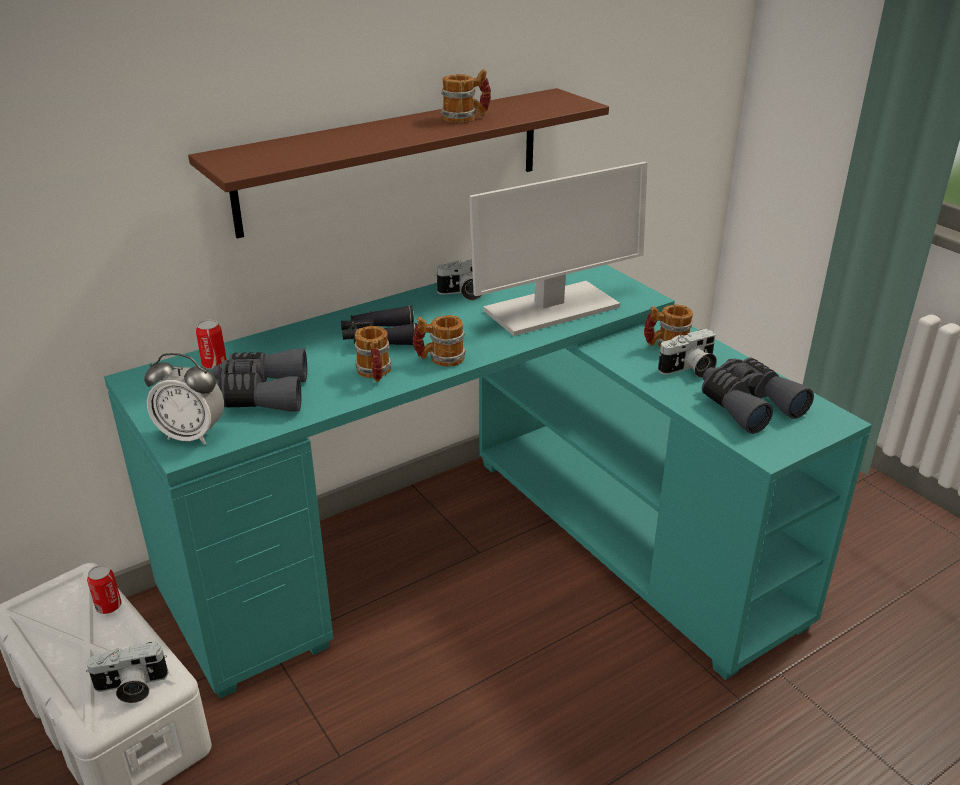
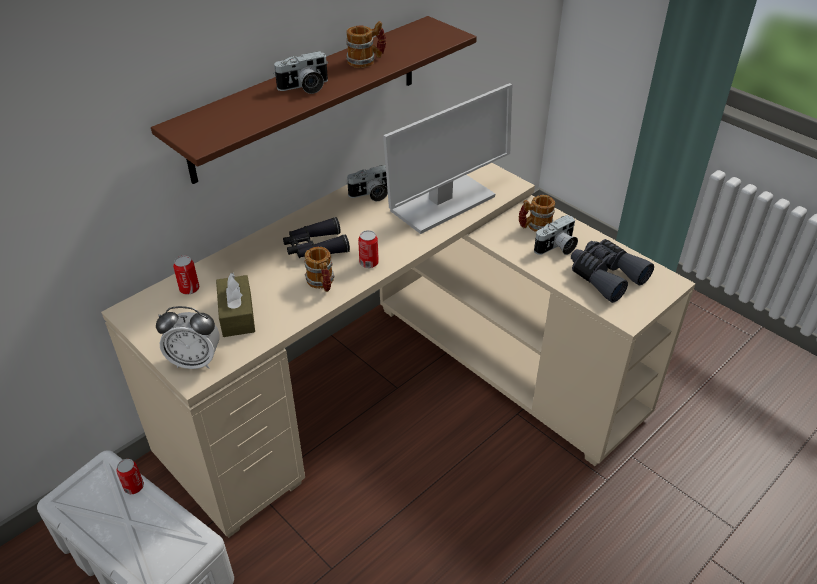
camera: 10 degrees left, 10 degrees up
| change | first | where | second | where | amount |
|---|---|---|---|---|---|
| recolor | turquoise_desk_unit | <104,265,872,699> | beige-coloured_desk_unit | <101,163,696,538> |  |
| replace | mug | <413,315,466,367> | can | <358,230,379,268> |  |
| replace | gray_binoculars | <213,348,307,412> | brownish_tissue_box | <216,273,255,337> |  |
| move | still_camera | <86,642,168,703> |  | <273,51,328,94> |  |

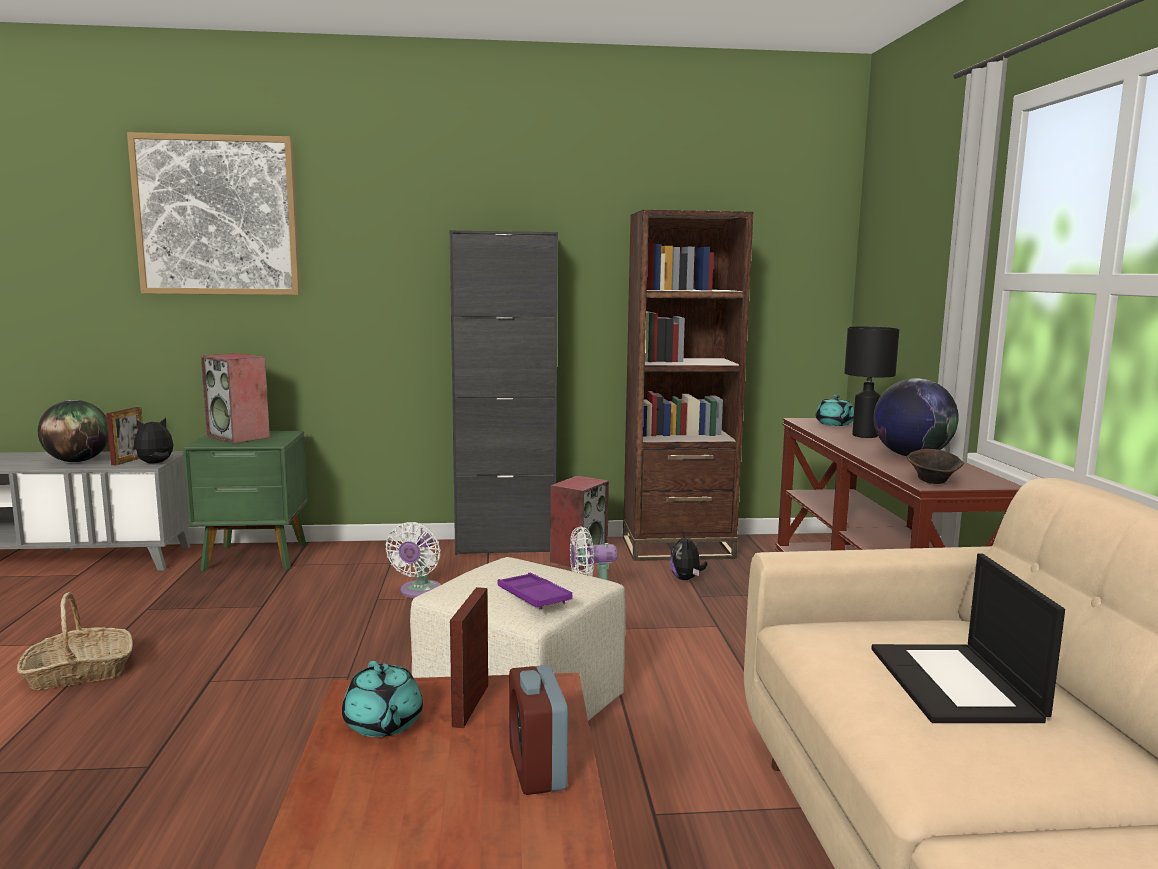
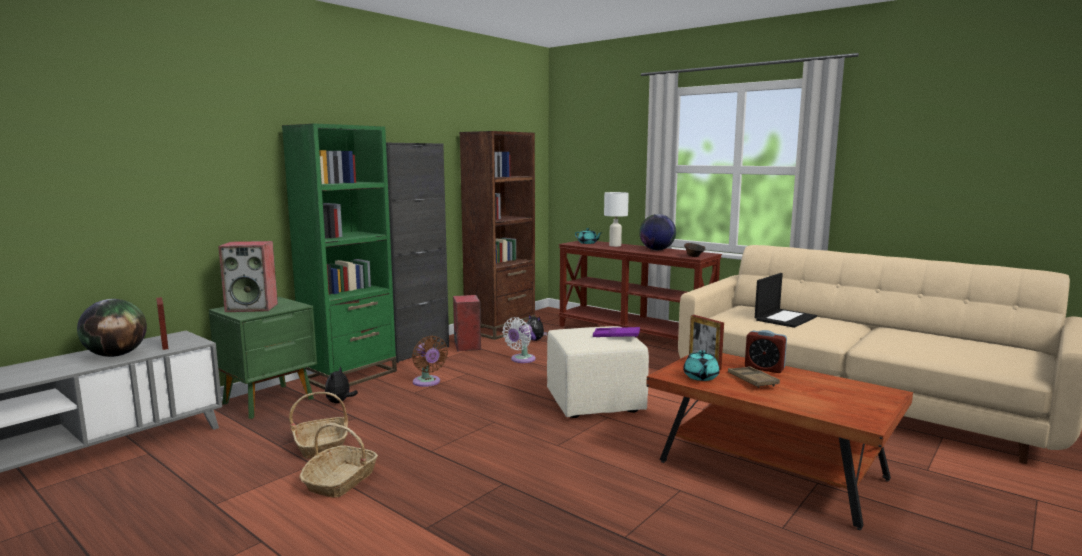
camera: 45 degrees left, 0 degrees up
| change | first | where | second | where | amount |
|---|---|---|---|---|---|
| delete | wall_art | <127,132,300,295> |  |  |  |
| recolor | black_lamp_for_a_table | <844,327,899,438> | whitish_lamp_for_a_table | <604,192,629,247> |  |
| move | plush_toy | <132,417,173,463> |  | <325,366,358,403> |  |
| recolor | whitish_fan | <385,522,441,598> | brownish_fan | <412,336,448,387> |  |
| rotate | notebook_computer | <871,553,1065,723> |  | <755,273,817,328> | 90 degrees counterclockwise |
| rotate | turquoise_teapot | <342,661,423,737> |  | <683,350,720,381> | 75 degrees clockwise |
| insert |  |  | greenish_bookshelf | <282,124,397,390> |  |
| insert |  |  | brownish_tray | <728,366,780,388> |  |
| insert |  |  | basket | <289,392,348,459> |  |

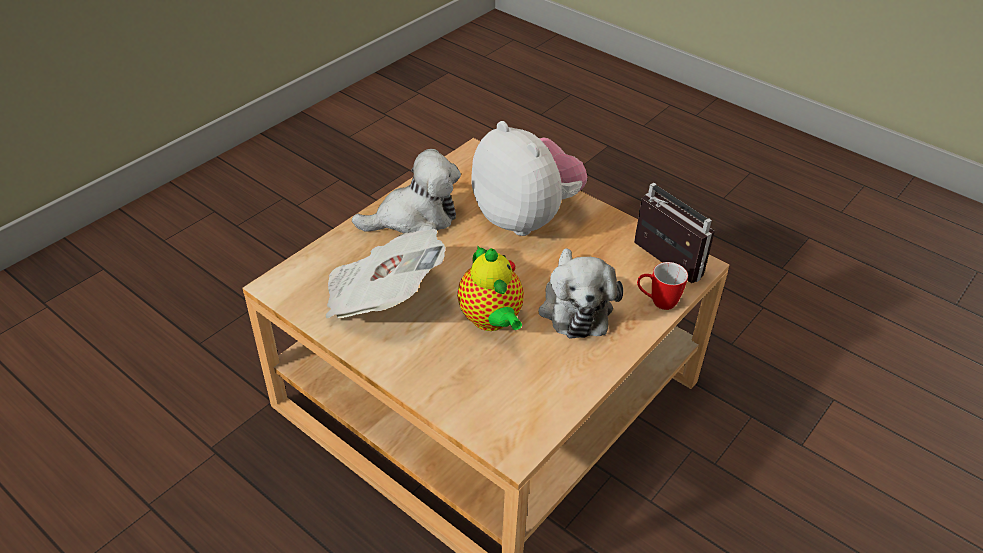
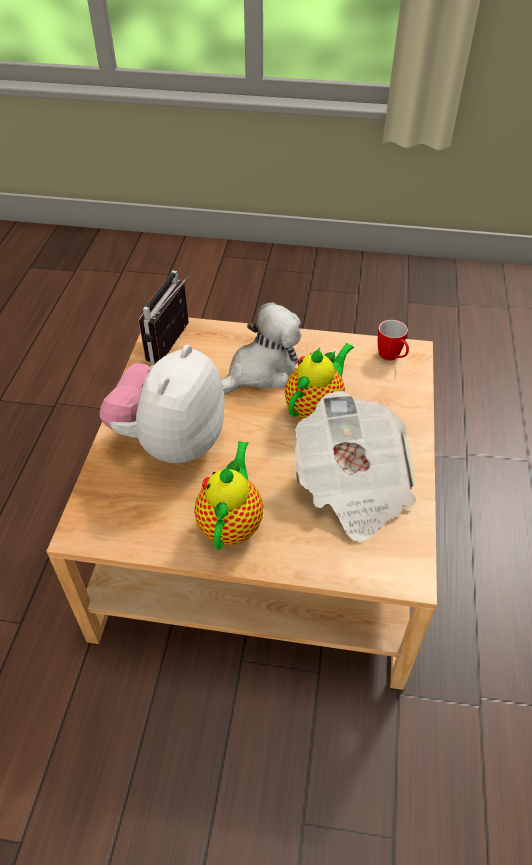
camera: 120 degrees left, 5 degrees up
| change | first | where | second | where | amount |
|---|---|---|---|---|---|
| replace | plush_toy | <352,149,461,233> | teapot | <194,441,263,550> |  |
| move | mug | <637,262,688,310> |  | <378,320,409,360> |  |

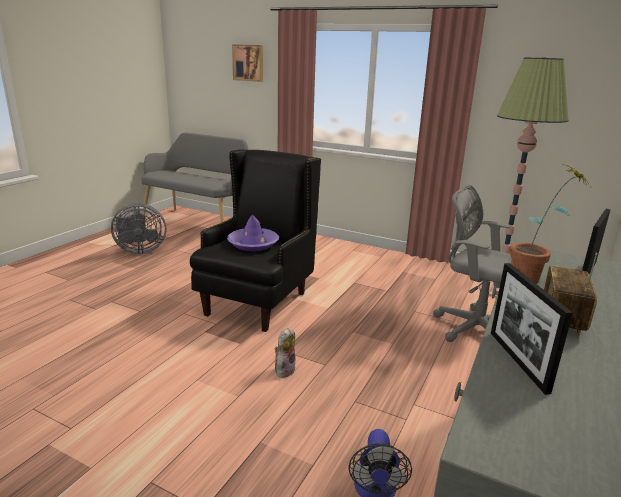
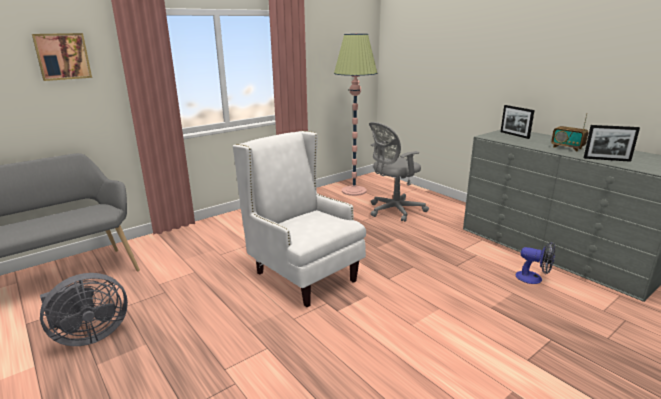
camera: 65 degrees left, 0 degrees up
| change | first | where | second | where | amount |
|---|---|---|---|---|---|
| recolor | black_easy_chair | <190,149,321,332> | whitish_easy_chair | <233,131,366,307> |  |
| delete | potted_plant | <509,164,589,284> |  |  |  |
| rotate | gray_fan | <111,203,166,254> |  | <40,273,128,346> | 45 degrees clockwise |
| delete | purple-coloured_wearable_hat | <227,215,279,251> |  |  |  |
| delete | plush_toy | <275,328,296,378> |  |  |  |

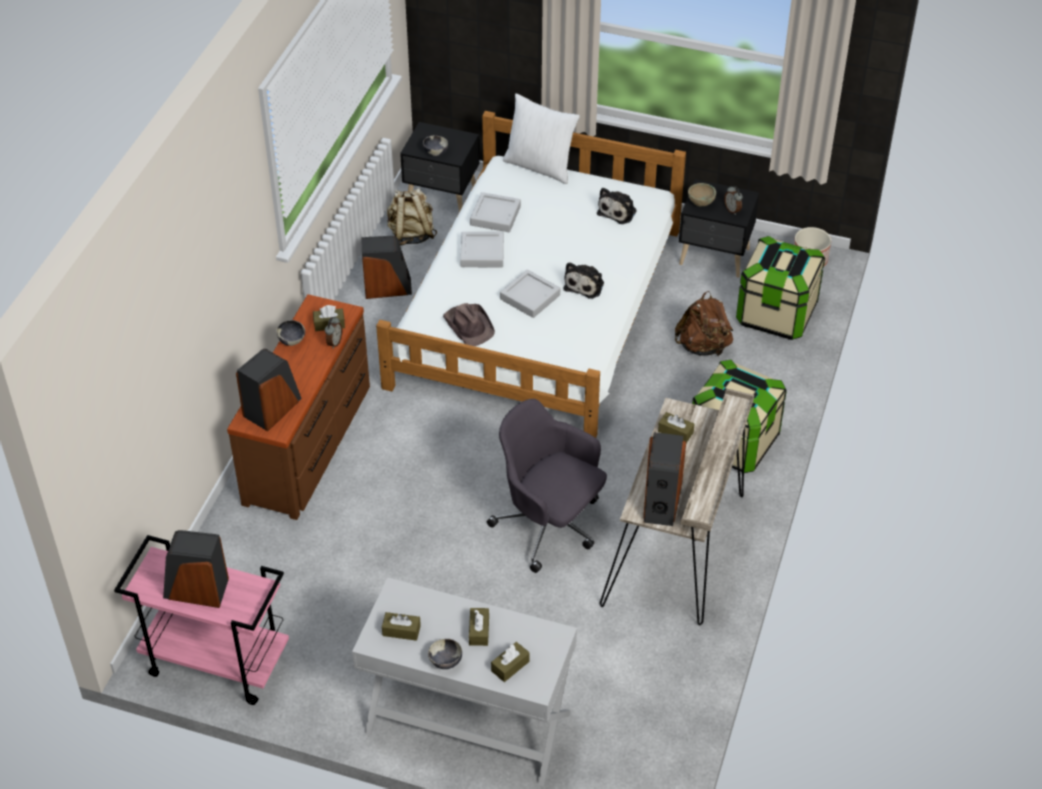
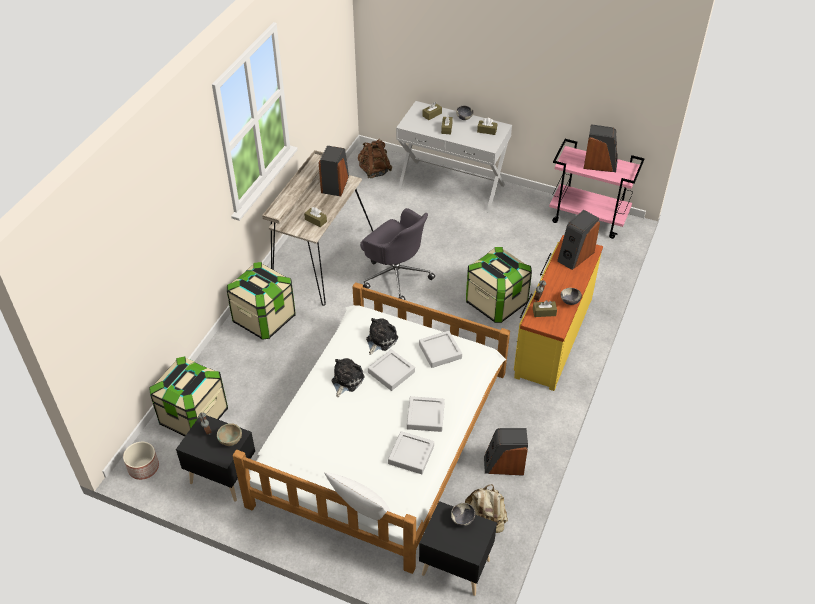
camera: 175 degrees left, 0 degrees up
| change | first | where | second | where | amount |
|---|---|---|---|---|---|
| move | plush_toy | <597,188,637,224> |  | <366,318,398,355> |  |
| move | brownish_knapsack | <675,291,733,356> |  | <358,139,393,178> |  |
| recolor | brownish_dresser | <227,294,370,520> | yellow-coloured_dresser | <514,235,603,391> |  |
| replace | brownish_wearable_hat | <443,303,495,346> | gray_tray | <419,331,462,368> |  |
| insert |  |  | storage_container | <466,247,532,323> |  |

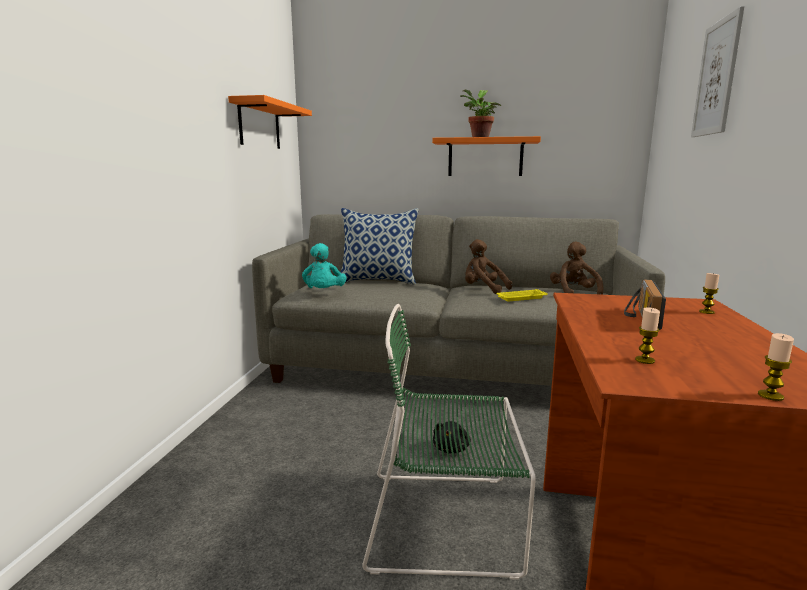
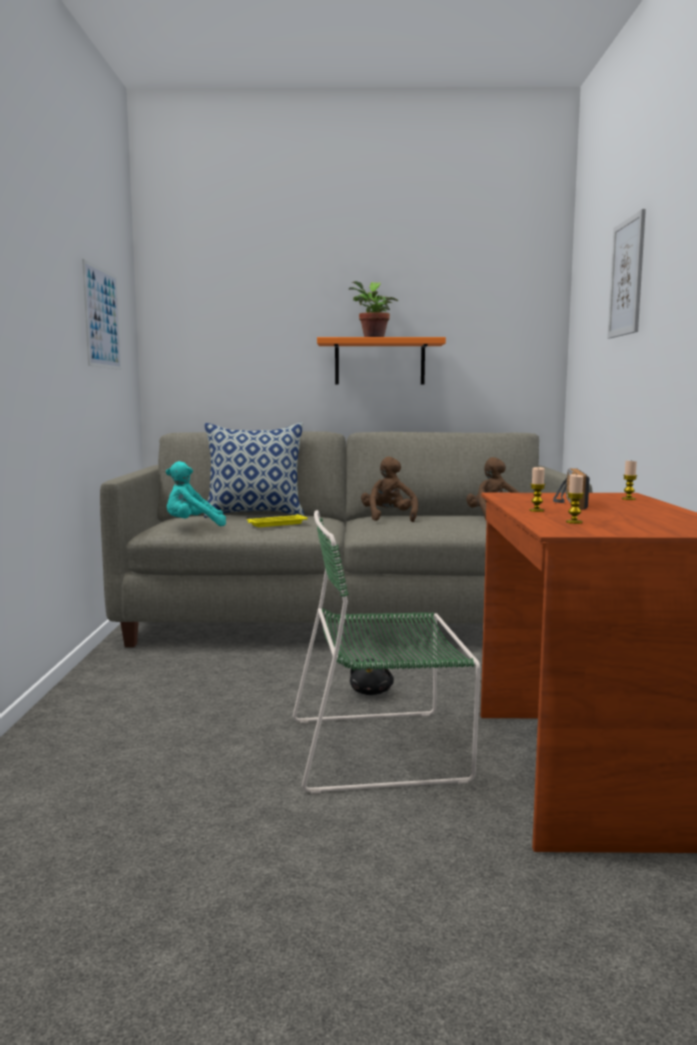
camera: 10 degrees left, 5 degrees down
| change | first | where | second | where | amount |
|---|---|---|---|---|---|
| replace | orange_shelf | <228,95,312,149> | wall_art | <82,259,122,370> |  |
| rotate | brownish_plush_toy | <465,239,512,294> |  | <361,456,418,522> | 60 degrees clockwise |
| rotate | turquoise_plush_toy | <302,243,347,288> |  | <166,461,226,526> | 90 degrees clockwise |
| move | yellow-coloured_tray | <496,289,548,301> |  | <247,514,308,527> |  |
| move | wax_candle | <758,333,794,401> |  | <529,467,546,512> |  |

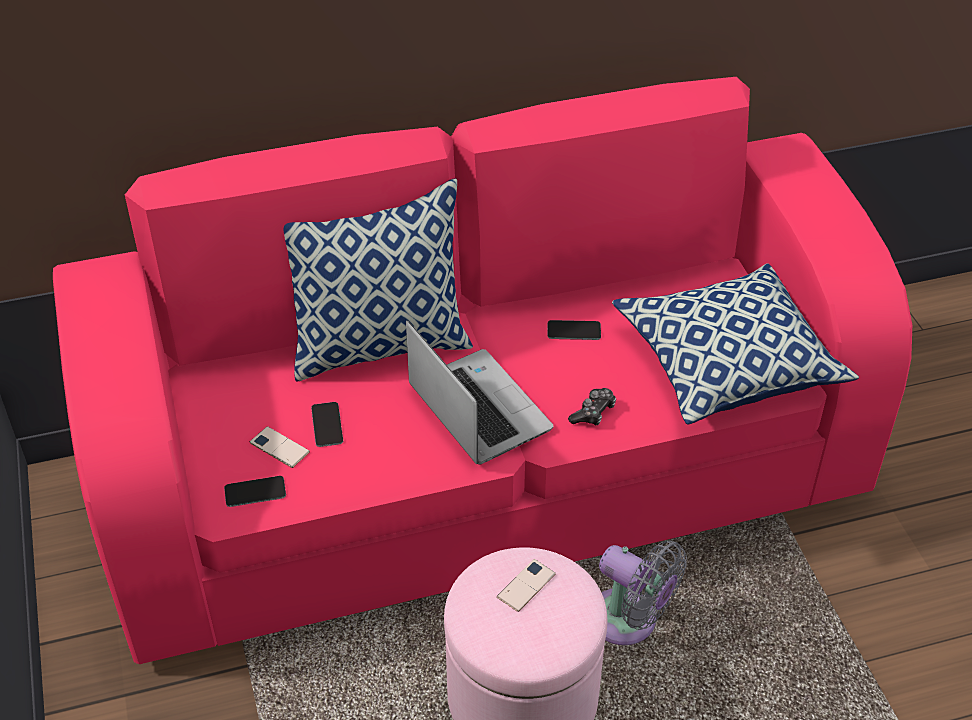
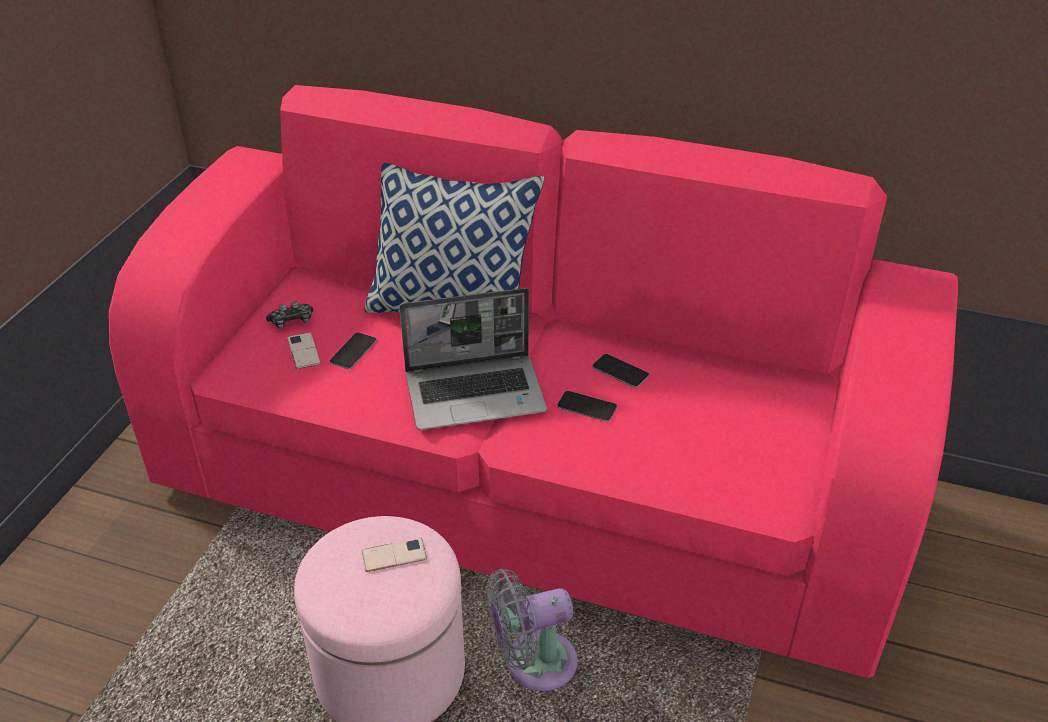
camera: 35 degrees right, 5 degrees down
| change | first | where | second | where | amount |
|---|---|---|---|---|---|
| delete | throw_pillow | <612,263,859,425> |  |  |  |
| rotate | notebook_computer | <406,320,553,465> |  | <399,288,547,430> | 75 degrees clockwise |
| move | joypad | <568,388,616,426> |  | <266,301,313,329> |  |
| move | phone | <224,476,286,507> |  | <557,391,617,422> |  |
| rotate | gray_fan | <599,541,687,645> |  | <487,569,578,691> | 90 degrees clockwise |

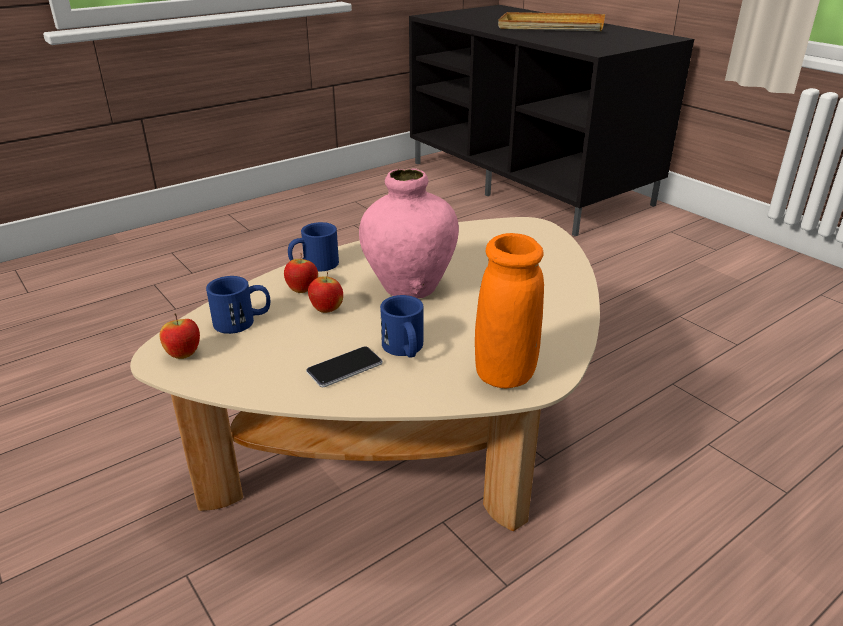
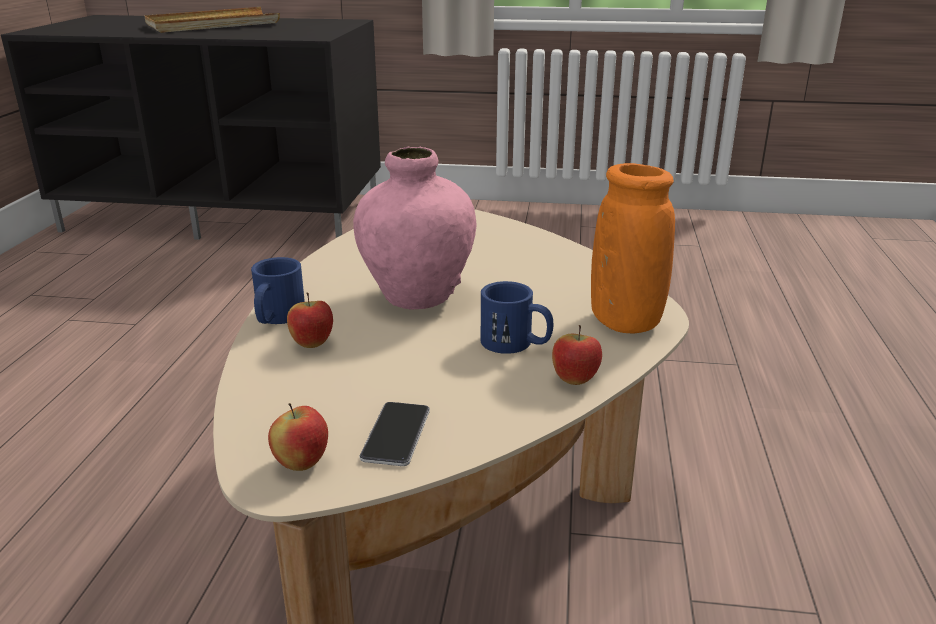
camera: 45 degrees left, 5 degrees down
| change | first | where | second | where | amount |
|---|---|---|---|---|---|
| move | whole_apple | <308,272,343,313> |  | <552,325,602,385> |  |
| delete | blue_mug | <206,276,270,334> |  |  |  |
| move | phone | <306,346,383,387> |  | <360,402,430,466> |  |

